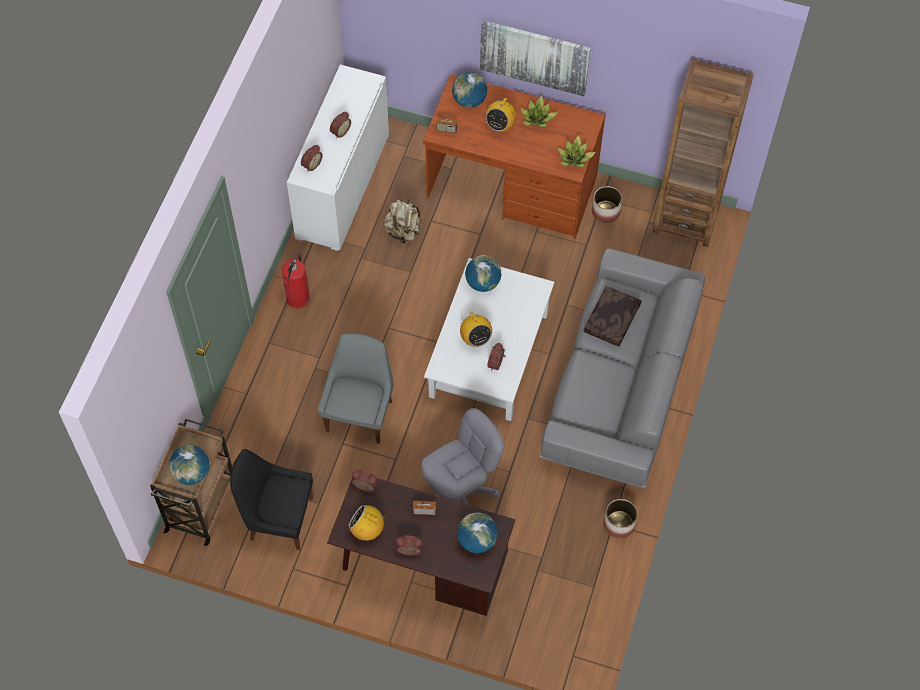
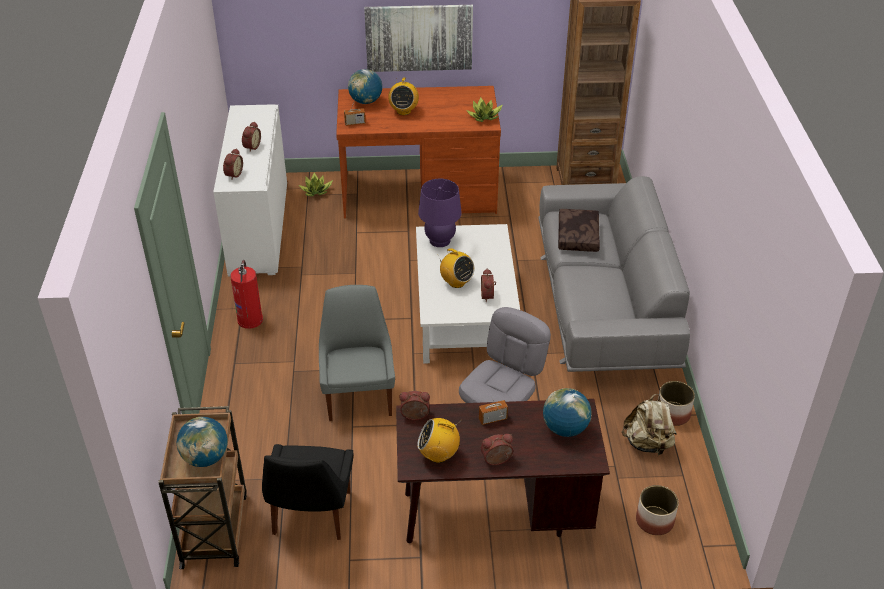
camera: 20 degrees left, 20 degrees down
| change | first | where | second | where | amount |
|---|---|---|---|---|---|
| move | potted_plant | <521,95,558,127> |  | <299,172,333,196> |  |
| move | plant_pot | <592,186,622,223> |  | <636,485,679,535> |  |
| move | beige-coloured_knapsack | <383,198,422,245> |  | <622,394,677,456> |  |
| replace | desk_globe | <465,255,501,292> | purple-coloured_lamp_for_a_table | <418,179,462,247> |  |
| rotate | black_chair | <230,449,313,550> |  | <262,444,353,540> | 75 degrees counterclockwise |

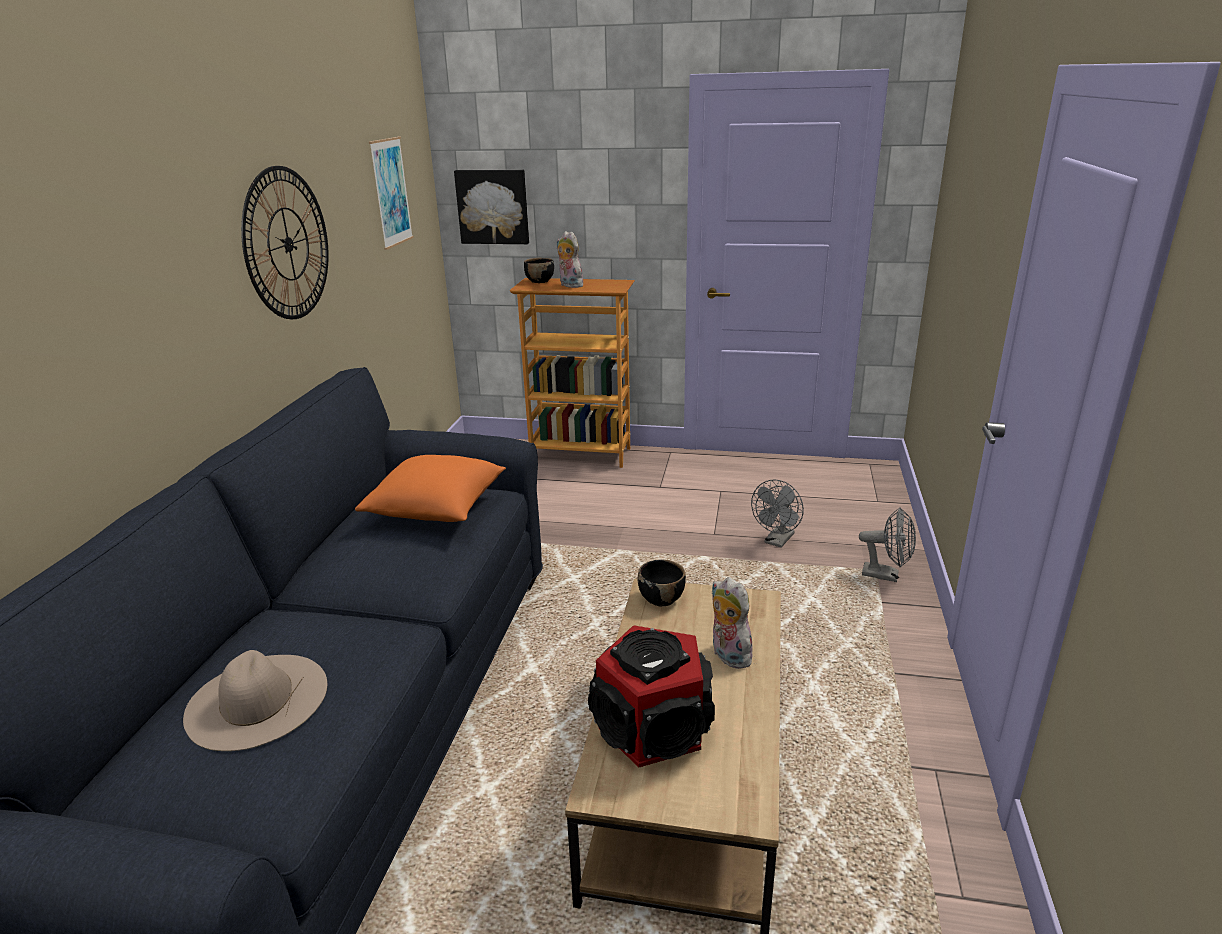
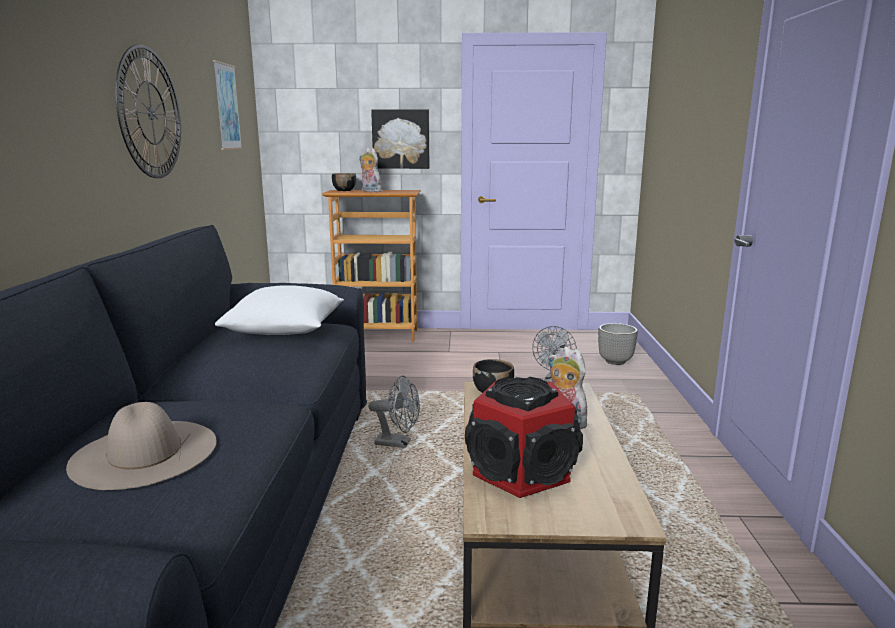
camera: 10 degrees left, 10 degrees down
| change | first | where | second | where | amount |
|---|---|---|---|---|---|
| move | wall_art | <454,170,529,244> |  | <371,110,429,169> |  |
| recolor | orange_throw_pillow | <355,455,506,522> | whitish_throw_pillow | <215,285,344,335> |  |
| move | gray_fan | <859,507,916,582> |  | <369,375,420,448> |  |
| insert |  |  | plant_pot | <598,323,638,365> |  |

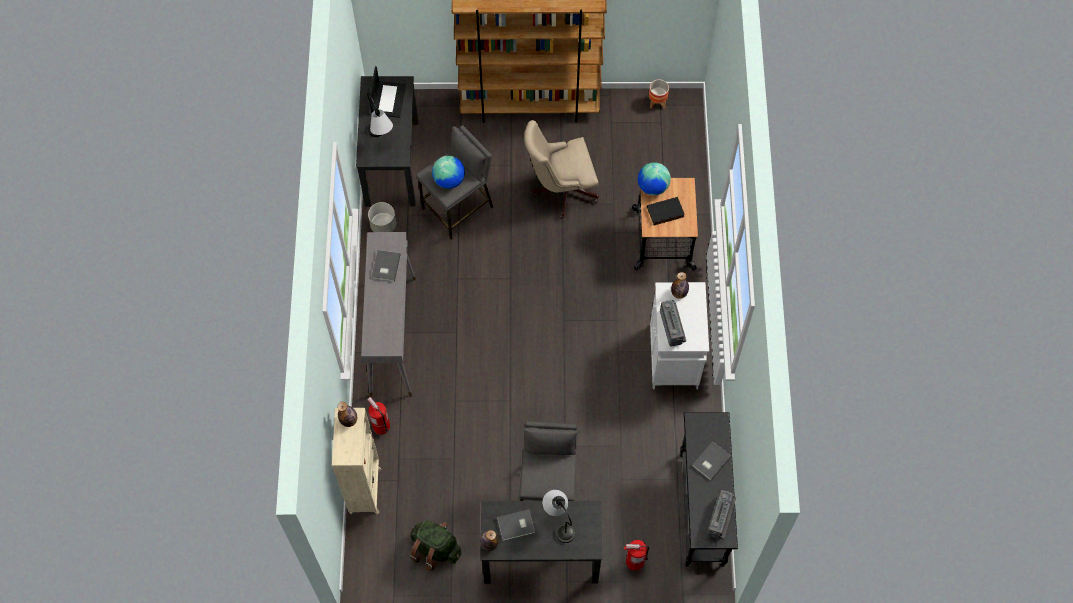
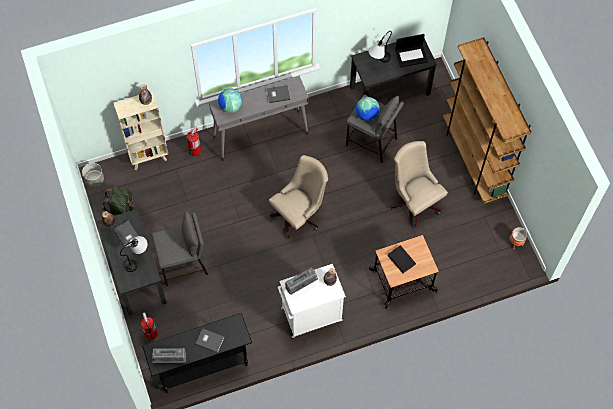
camera: 70 degrees right, 0 degrees up
| change | first | where | second | where | amount |
|---|---|---|---|---|---|
| move | desk_globe | <638,162,671,195> |  | <218,88,242,113> |  |
| move | gray_plant_pot | <368,202,396,232> |  | <82,163,104,187> |  |
| insert |  |  | beige-coloured_desk_chair | <269,155,328,239> |  |

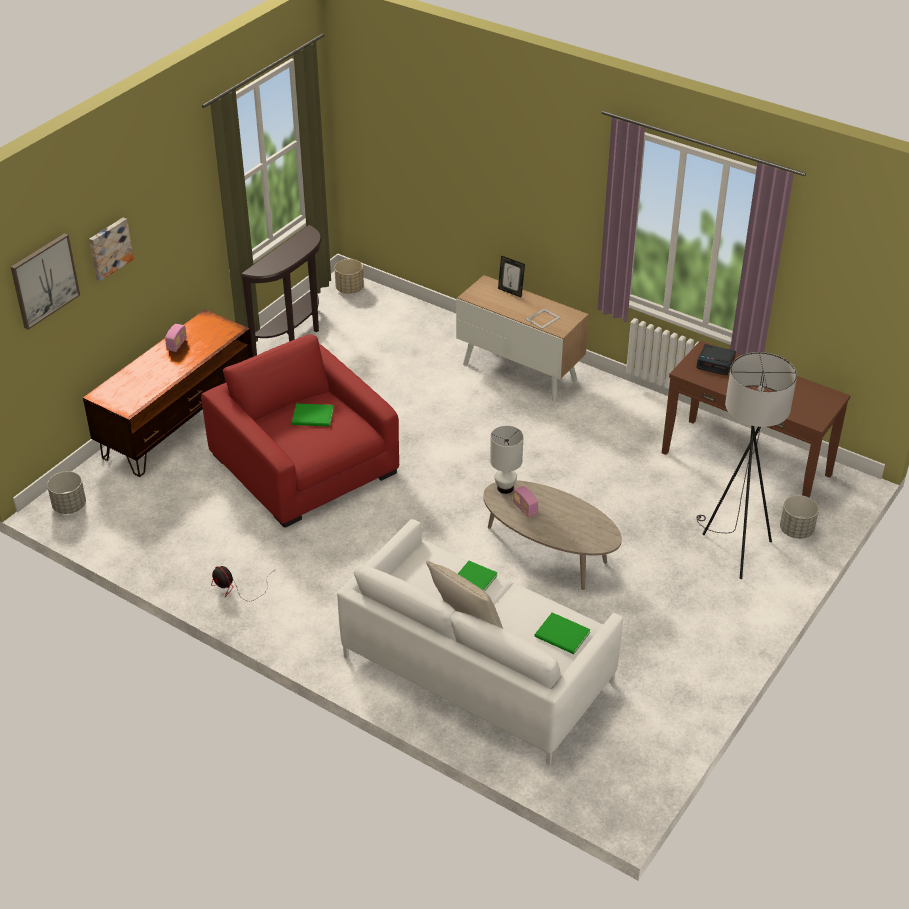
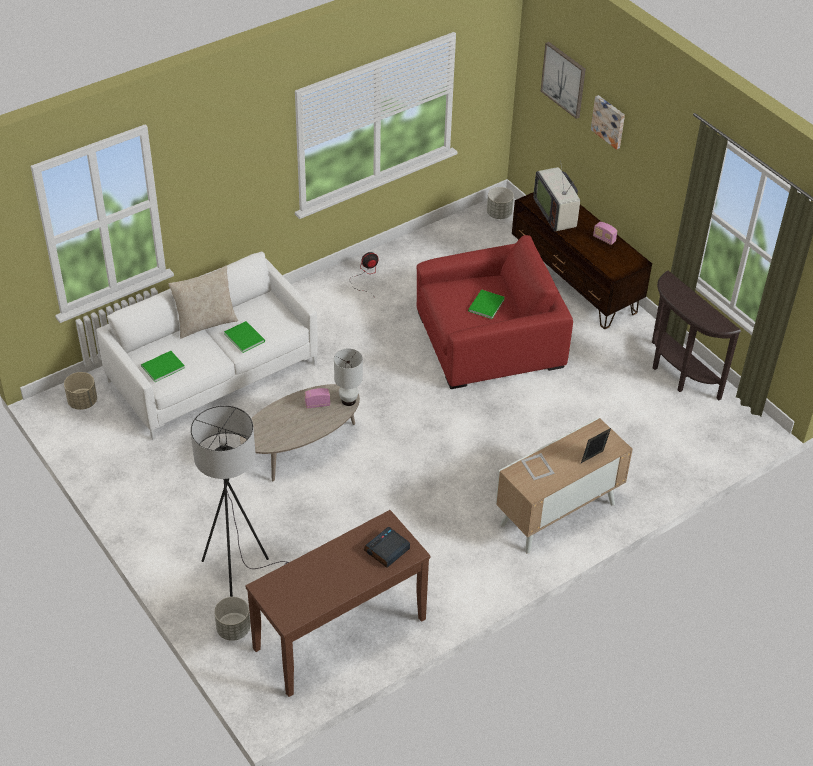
camera: 110 degrees right, 5 degrees up
| change | first | where | second | where | amount |
|---|---|---|---|---|---|
| move | beige-coloured_plant_pot | <334,259,364,294> |  | <64,372,97,410> |  |
| insert |  |  | television | <533,160,580,232> |  |

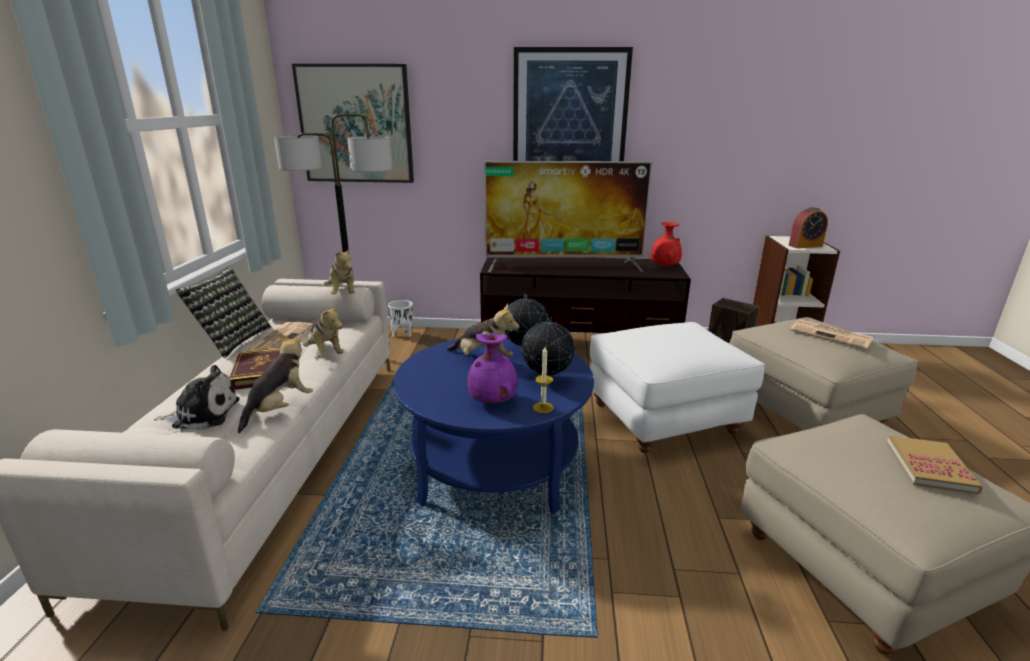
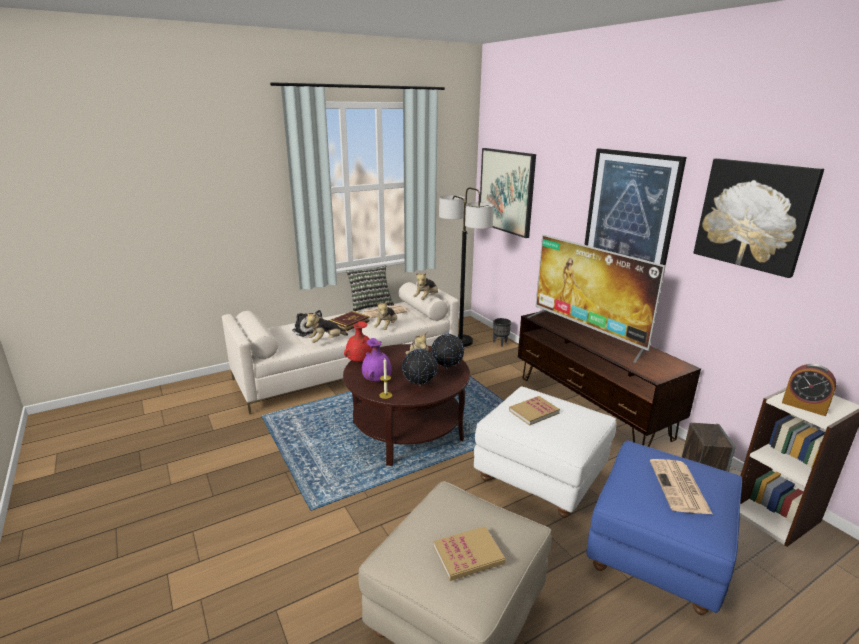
camera: 55 degrees right, 0 degrees up
| change | first | where | second | where | amount |
|---|---|---|---|---|---|
| move | red-coloured_flower_vase | <651,222,682,267> |  | <344,321,373,362> |  |
| recolor | whitish_plant_pot | <388,300,413,337> | black_plant_pot | <493,318,511,347> |  |
| recolor | beige-coloured_footrest | <729,317,917,430> | blue_footrest | <587,440,742,615> |  |
| rotate | plush_toy | <238,334,313,433> |  | <306,313,348,343> | 150 degrees clockwise |
| recolor | blue_lounge_table | <393,338,594,514> | brownish_lounge_table | <343,344,470,466> |  |
| insert |  |  | wall_art | <694,158,824,278> |  |
| insert |  |  | volume | <509,396,560,426> |  |

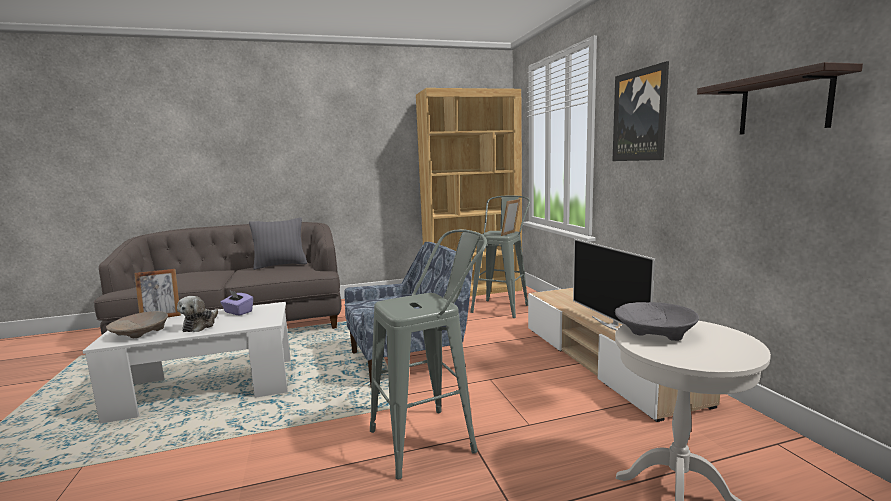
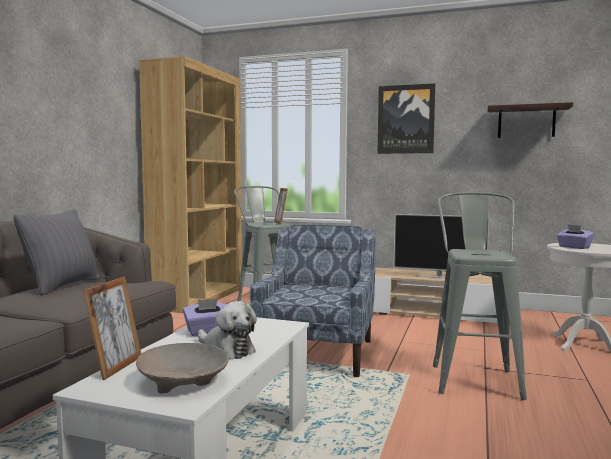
camera: 55 degrees left, 5 degrees down
| change | first | where | second | where | amount |
|---|---|---|---|---|---|
| replace | gray_serving_bowl | <615,302,699,341> | purple-coloured_tissue_box | <557,224,594,249> |  |

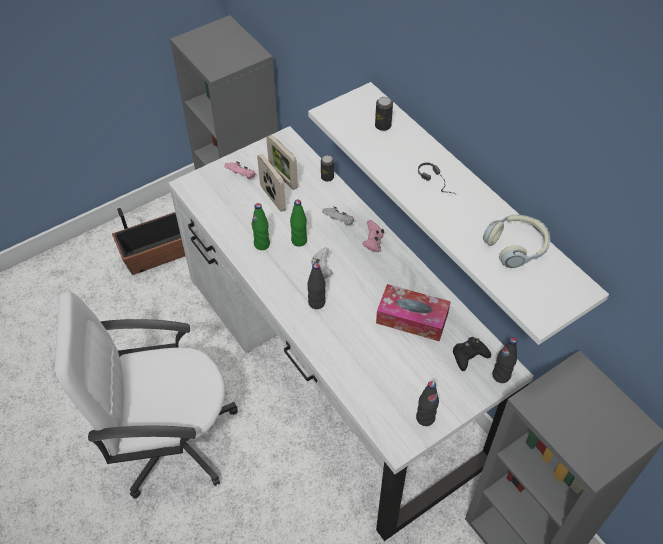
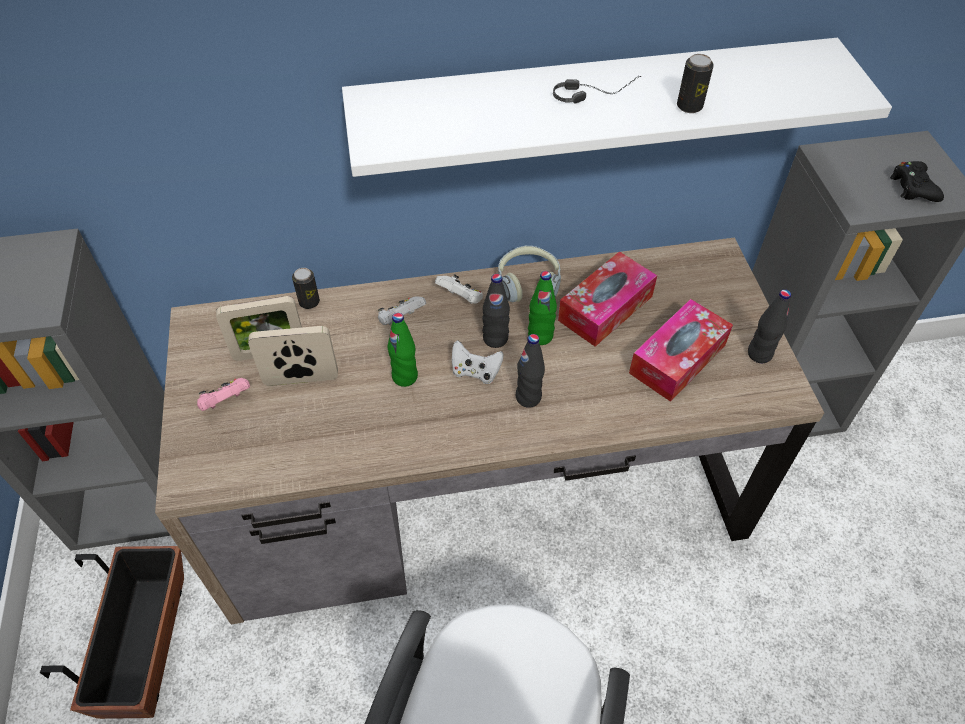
camera: 65 degrees left, 0 degrees up
| change | first | where | second | where | amount |
|---|---|---|---|---|---|
| move | can | <375,97,393,131> |  | <677,54,714,113> |  |
| recolor | whitish_desk_unit | <168,126,534,541> | brownish_desk_unit | <155,238,824,624> |  |
| move | greenish_beverage_bottle | <251,203,270,250> |  | <528,271,557,345> |  |
| move | headset | <483,215,550,268> |  | <498,246,561,302> |  |
| recolor | pink_joypad | <362,220,384,252> | whitish_joypad | <435,274,483,304> |  |
| move | black_joypad | <453,337,491,371> |  | <890,161,944,202> |  |
| move | black_beverage_bottle | <492,337,517,383> |  | <482,274,510,348> |  |
| insert |  |  | tissue_box | <629,299,733,402> |  |

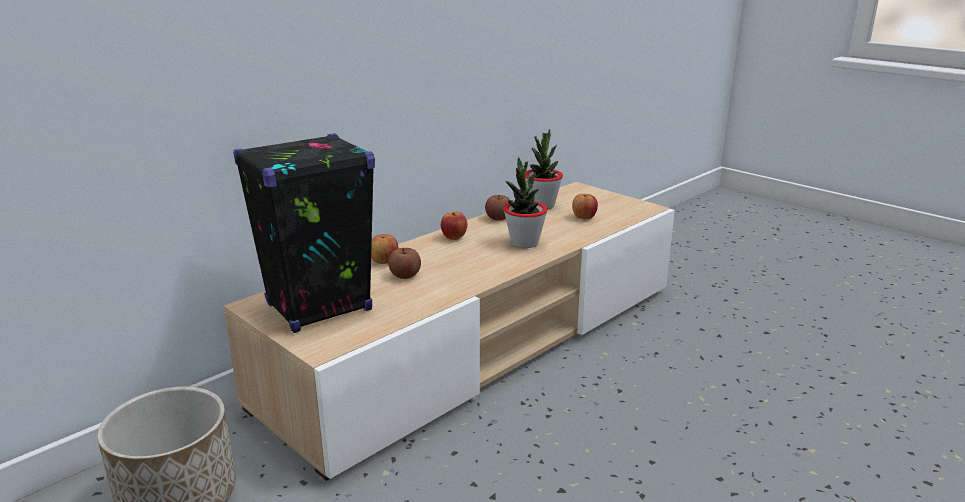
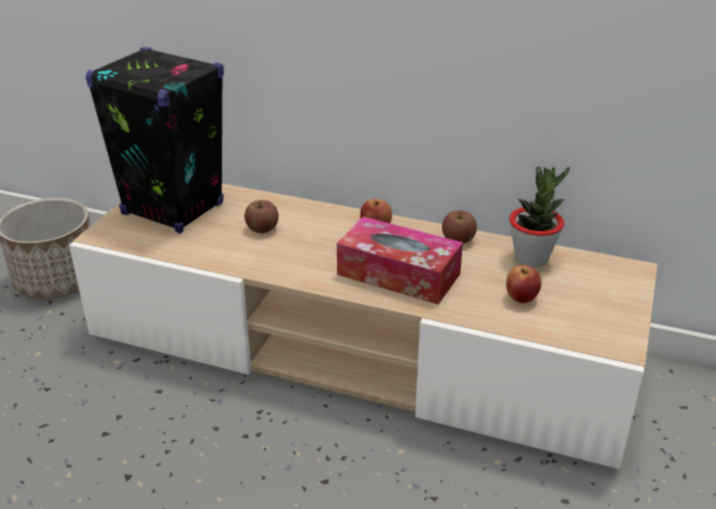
camera: 65 degrees right, 10 degrees up
| change | first | where | second | where | amount |
|---|---|---|---|---|---|
| replace | potted_plant | <504,157,548,248> | tissue_box | <337,217,463,305> |  |
| delete | whole_apple | <371,234,398,264> |  |  |  |

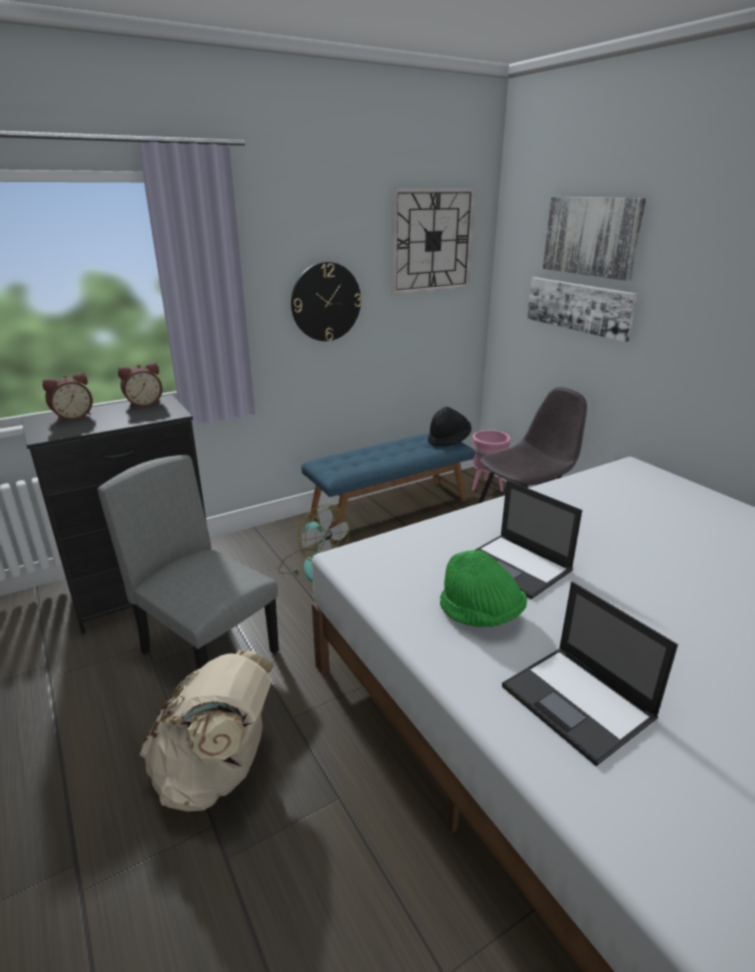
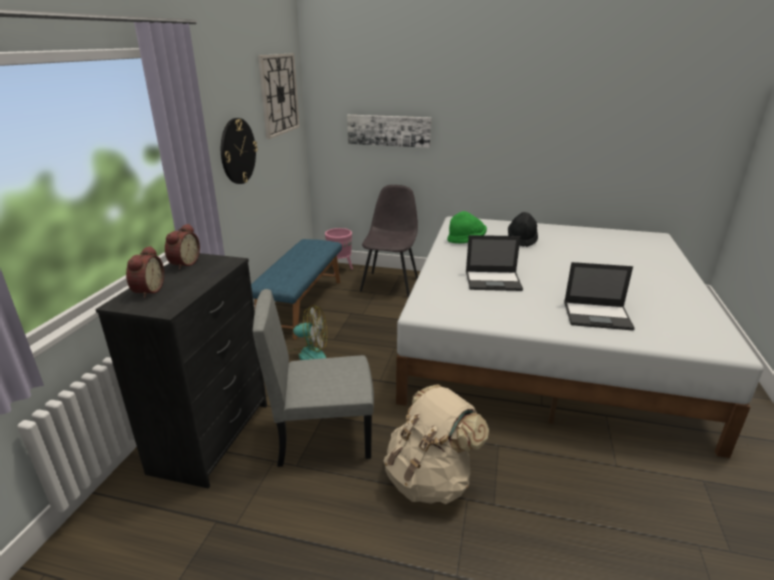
camera: 45 degrees left, 0 degrees up
| change | first | where | second | where | amount |
|---|---|---|---|---|---|
| delete | wall_art | <543,197,646,281> |  |  |  |
| move | black_wearable_hat | <428,407,472,447> |  | <508,212,538,247> |  |
| move | greenish_wearable_hat | <440,550,527,627> |  | <447,211,487,244> |  |

